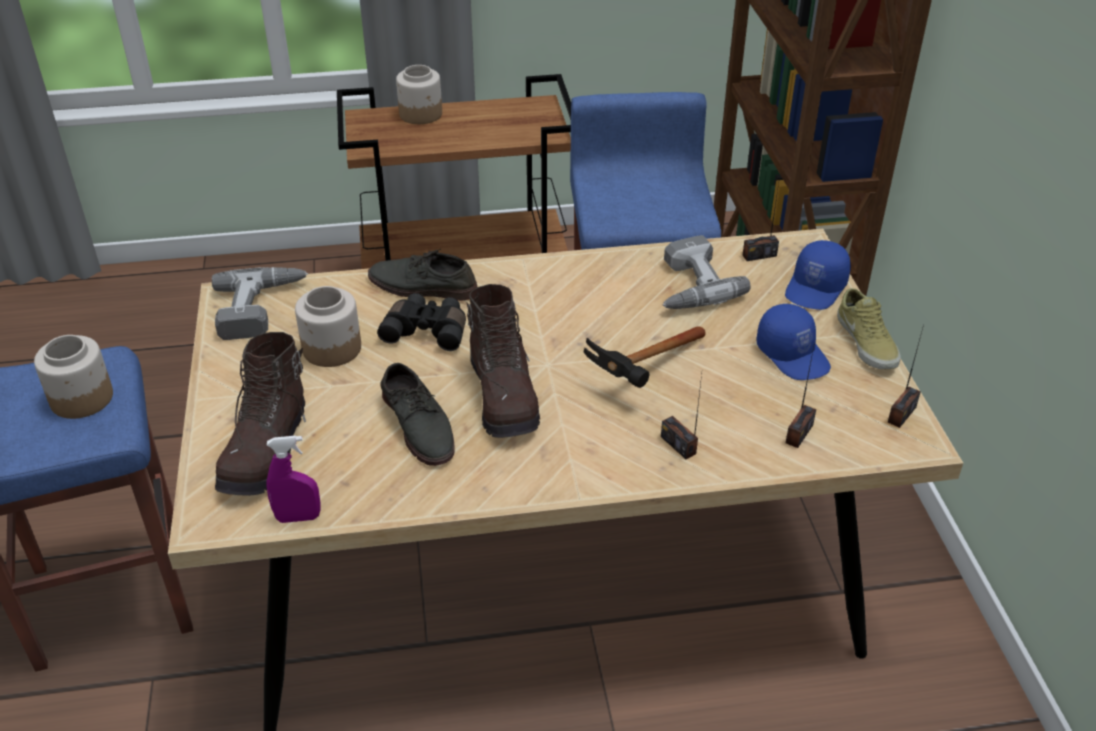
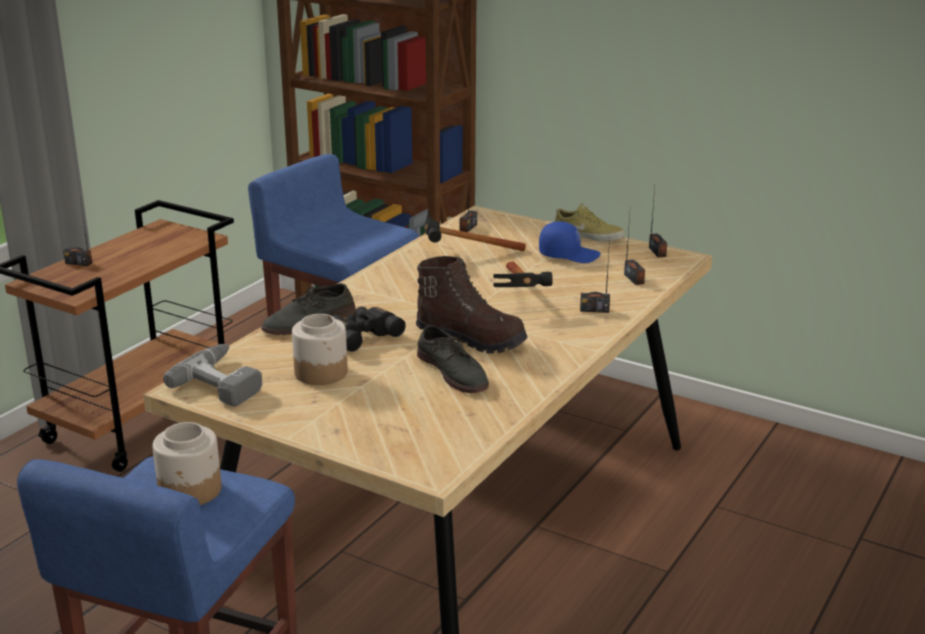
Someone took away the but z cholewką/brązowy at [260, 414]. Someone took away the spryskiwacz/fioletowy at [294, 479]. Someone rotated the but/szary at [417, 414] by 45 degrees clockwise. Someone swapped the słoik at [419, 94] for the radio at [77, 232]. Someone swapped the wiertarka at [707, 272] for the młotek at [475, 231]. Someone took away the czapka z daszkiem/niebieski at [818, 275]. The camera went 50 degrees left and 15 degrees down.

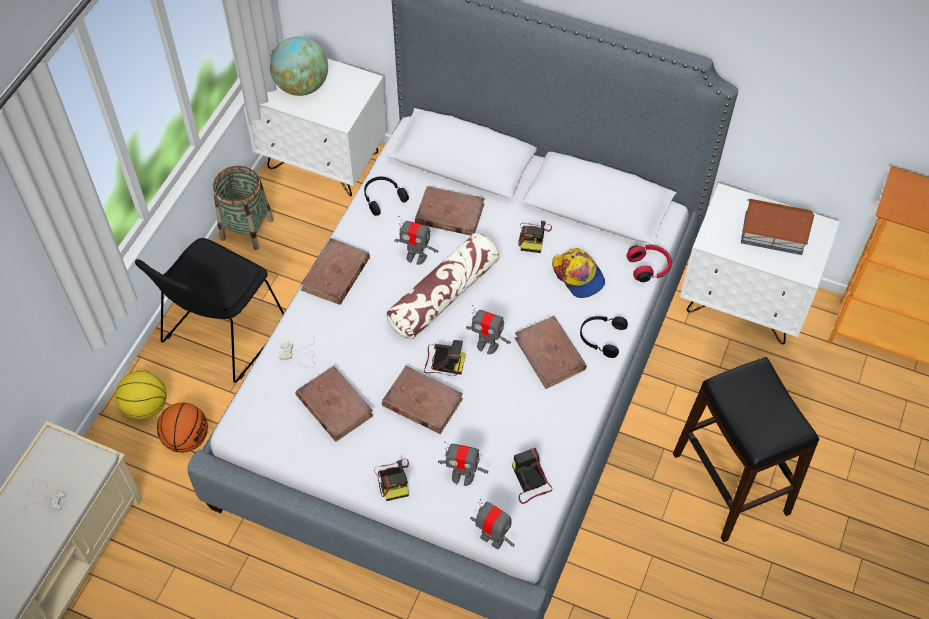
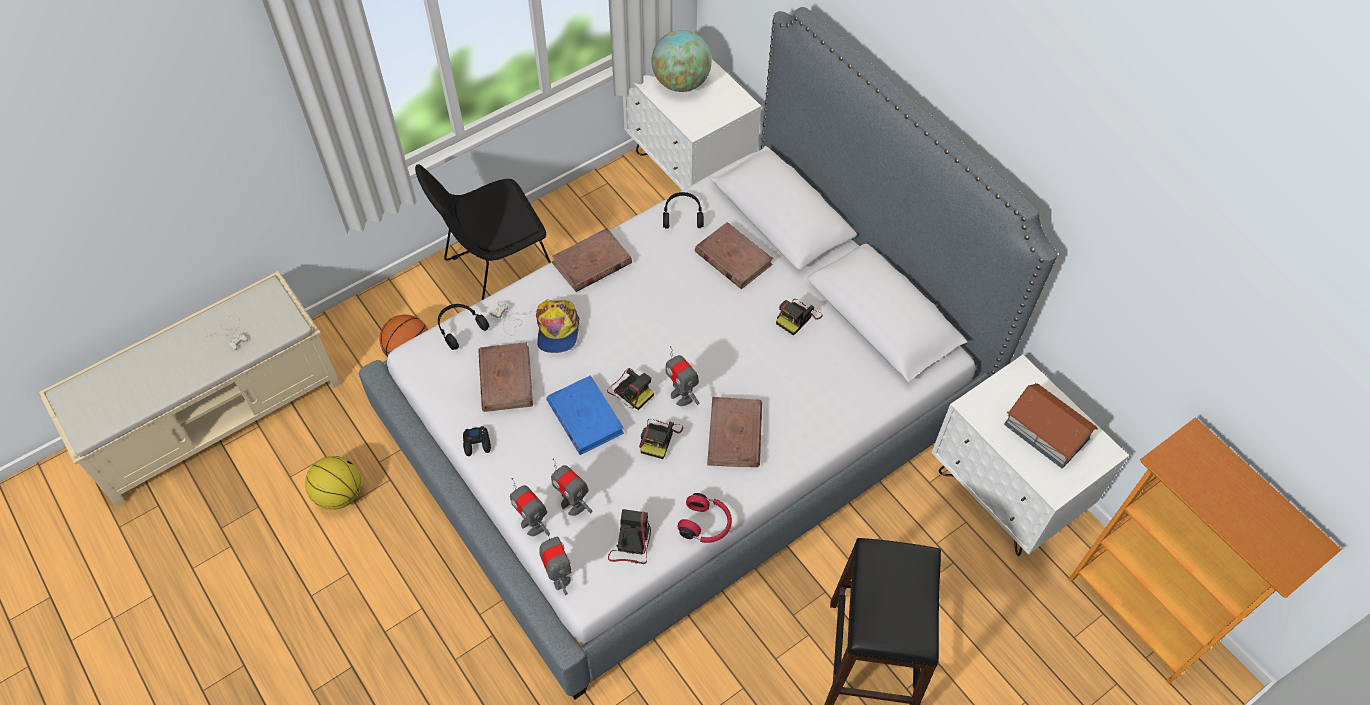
Someone carried the piłka do koszykówki from [141, 394] to [333, 483]. Someone took away the koszyk at [243, 208]. Someone carried the aparat fotograficzny from [391, 480] to [661, 439]. Someone repainted the książka/brązowy at [422, 400], which became the książka/niebieski at [585, 415]. Someone took away the poduszka at [442, 286]. Someone carried the robot zabawkowy from [416, 240] to [530, 507]. Someone carried the czapka z daszkiem from [578, 273] to [558, 326]. Someone carried the słuchawki/czarny from [604, 337] to [463, 327]. Someone carried the słuchawki/czerwony from [649, 263] to [704, 518]. Someone put down the pad do gier/czarny at [477, 441]. The camera went 30 degrees right and 0 degrees up.

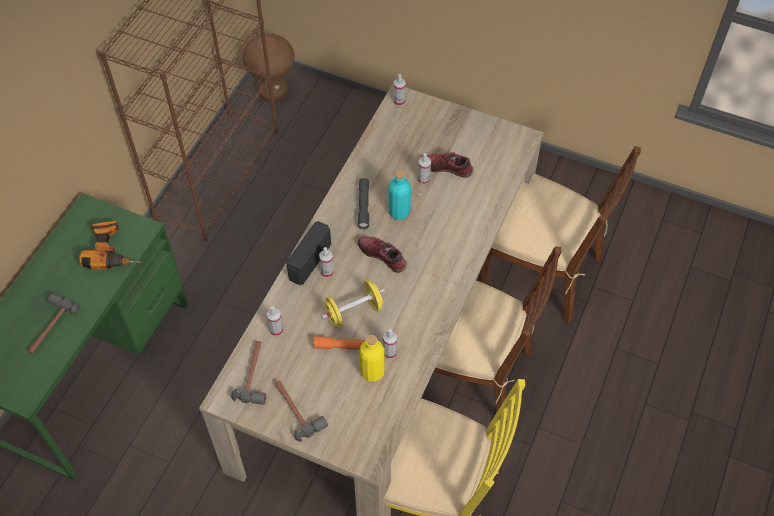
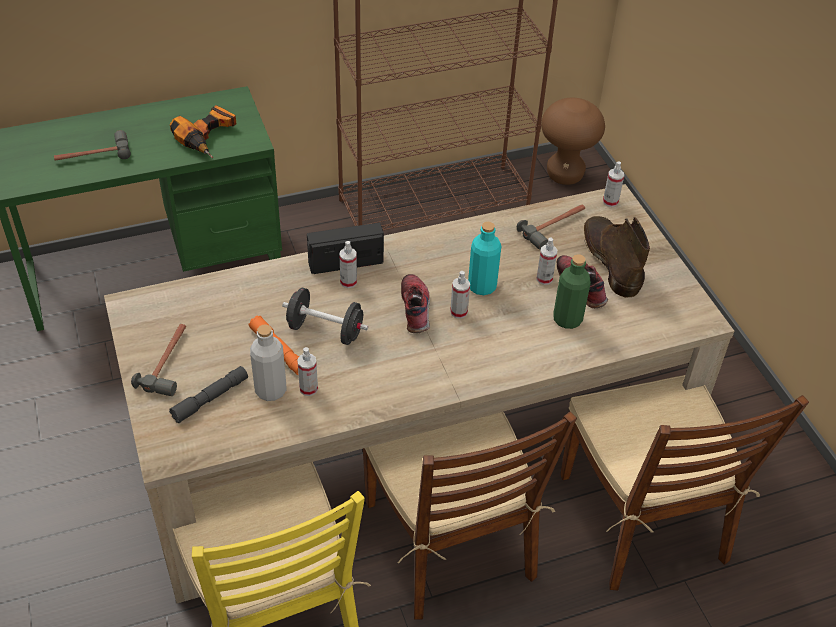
Someone carried the młotek from [248, 373] to [551, 227]. Someone carried the spryskiwacz from [275, 321] to [460, 295]. Someone repainted the hantel/żółty at [353, 304], which became the hantel/czarny at [325, 316]. Someone carried the latarka/szary from [363, 204] to [208, 394]. Someone repainted the butelka/żółty at [372, 358], which became the butelka/szary at [268, 362]. Someone put down the butelka/zielony at [572, 292]. Someone put down the but z cholewką/brązowy at [617, 257]. The camera went 45 degrees right and 10 degrees down.

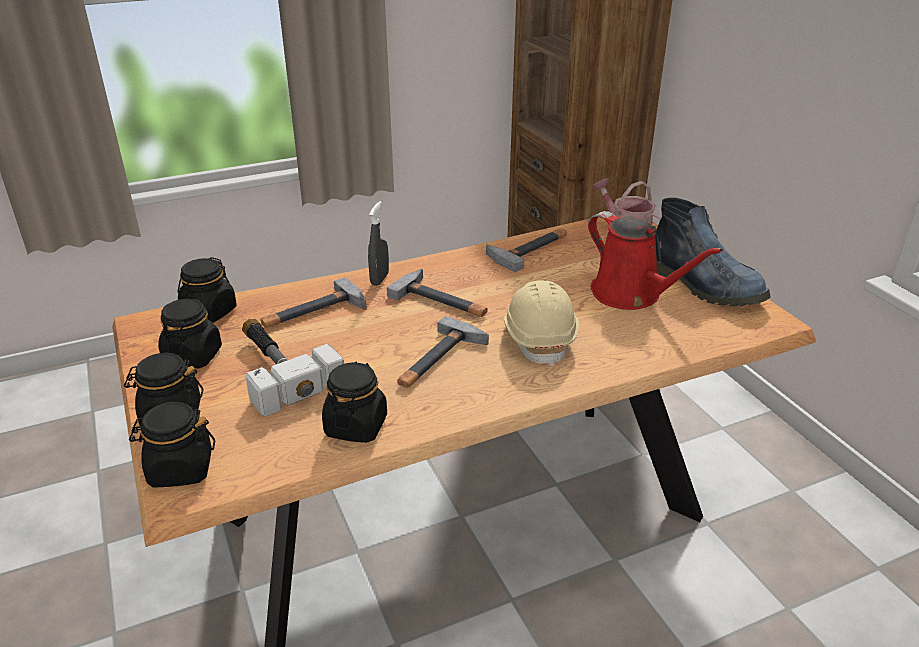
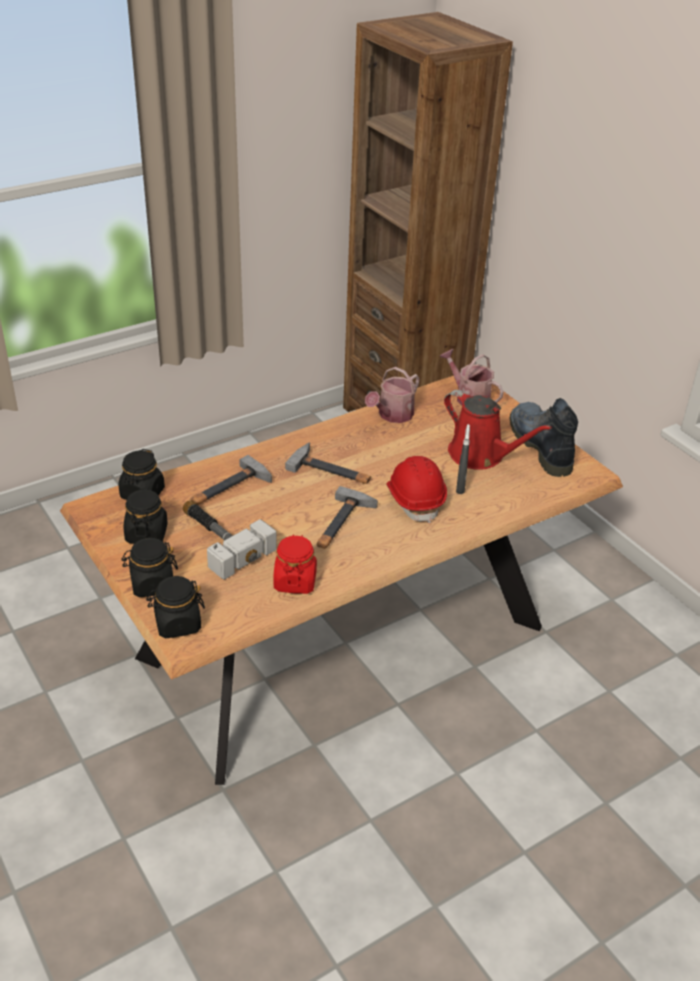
Someone repainted the słoik/czarny at [354, 402], which became the słoik/czerwony at [295, 564]. Someone carried the spryskiwacz/szary from [378, 243] to [463, 459]. Someone swapped the młotek at [526, 250] for the konewka at [392, 395]. Someone repainted the kask/beżowy at [541, 324], which became the kask/czerwony at [416, 489]. Someone rotated the but z cholewką at [713, 252] by 150 degrees counterclockwise. The camera went 10 degrees left and 5 degrees up.

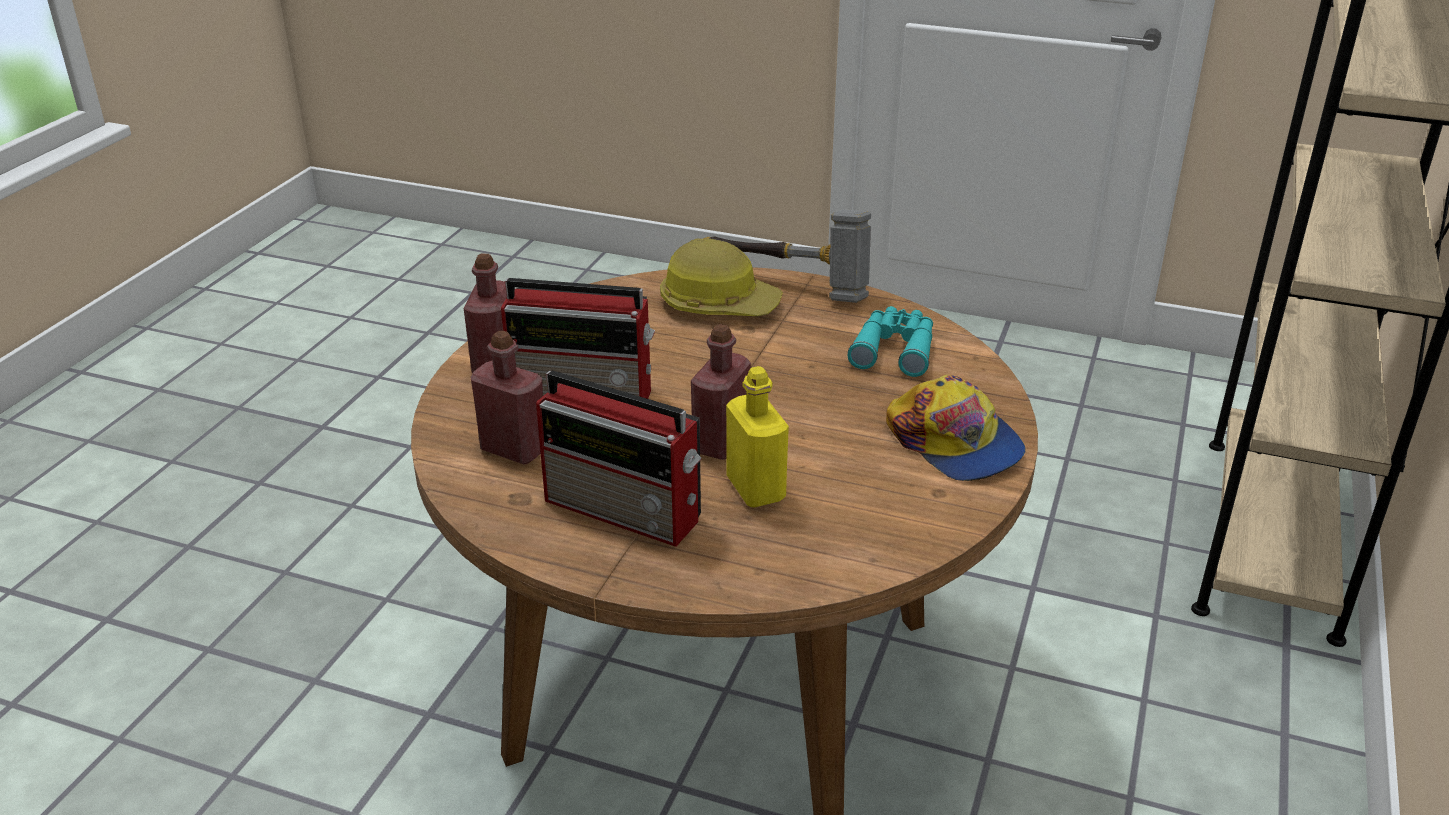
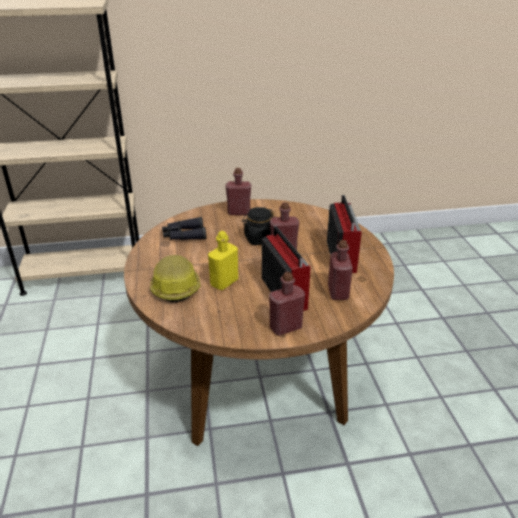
Someone took away the młotek at [787, 256]. Someone carried the butelka/żółty from [757, 437] to [223, 260]. Someone repainted the lornetka/turkusowy at [890, 341], which became the lornetka/czarny at [184, 228]. Someone swapped the czapka z daszkiem at [956, 428] for the butelka/czerwony at [238, 191]. Someone put down the słoik/czarny at [258, 226]. The camera went 120 degrees left and 0 degrees up.

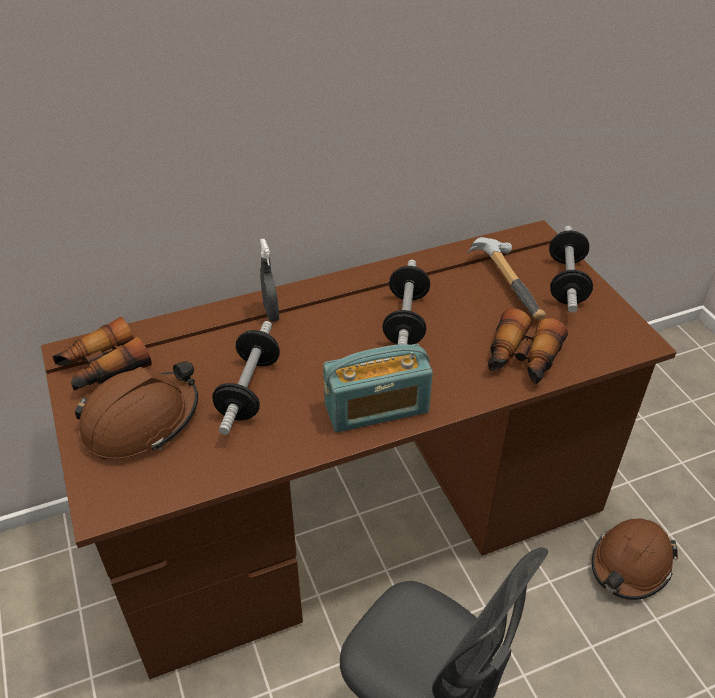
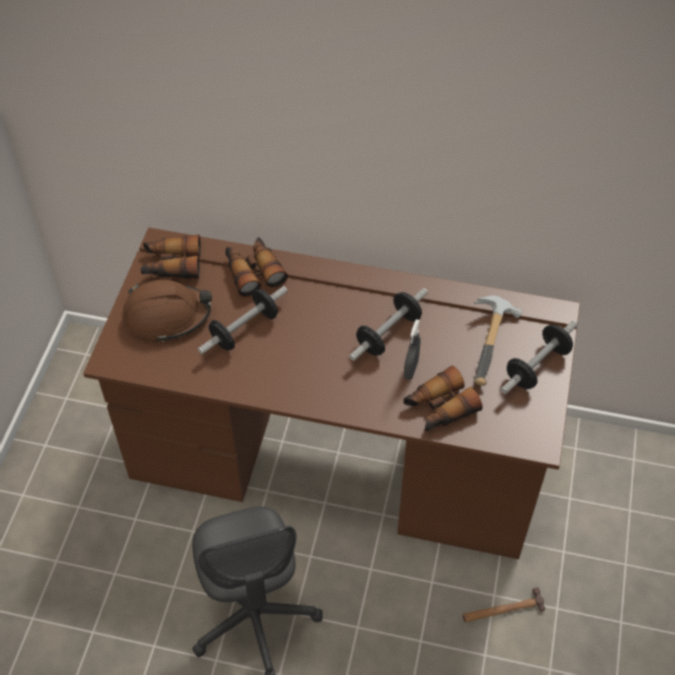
Someone carried the spryskiwacz/szary from [269, 280] to [412, 349]. Someone took away the radio at [378, 388]. Someone swapped the kask/brązowy at [634, 559] for the młotek at [504, 604]. Someone put down the lornetka at [256, 267]. The camera went 35 degrees right and 10 degrees up.

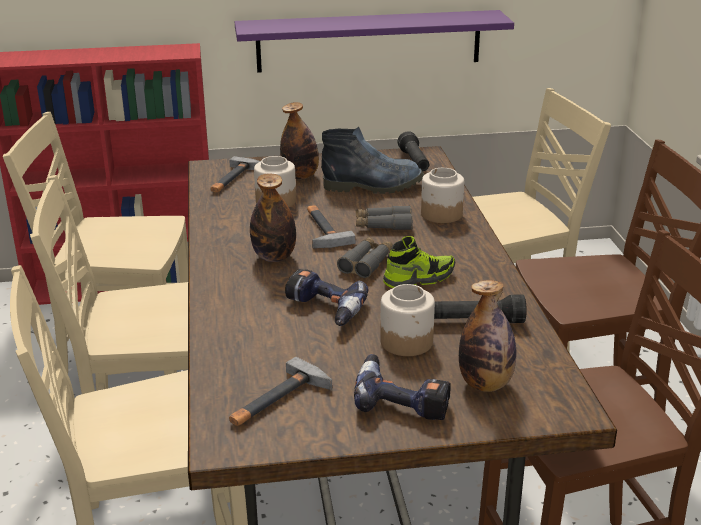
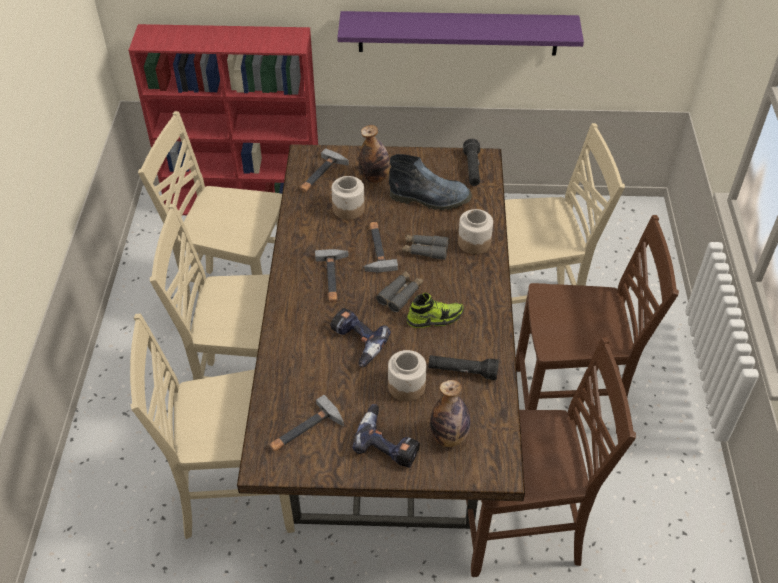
Someone swapped the butelka at [273, 218] for the młotek at [332, 276]. The camera went 10 degrees right and 20 degrees up.

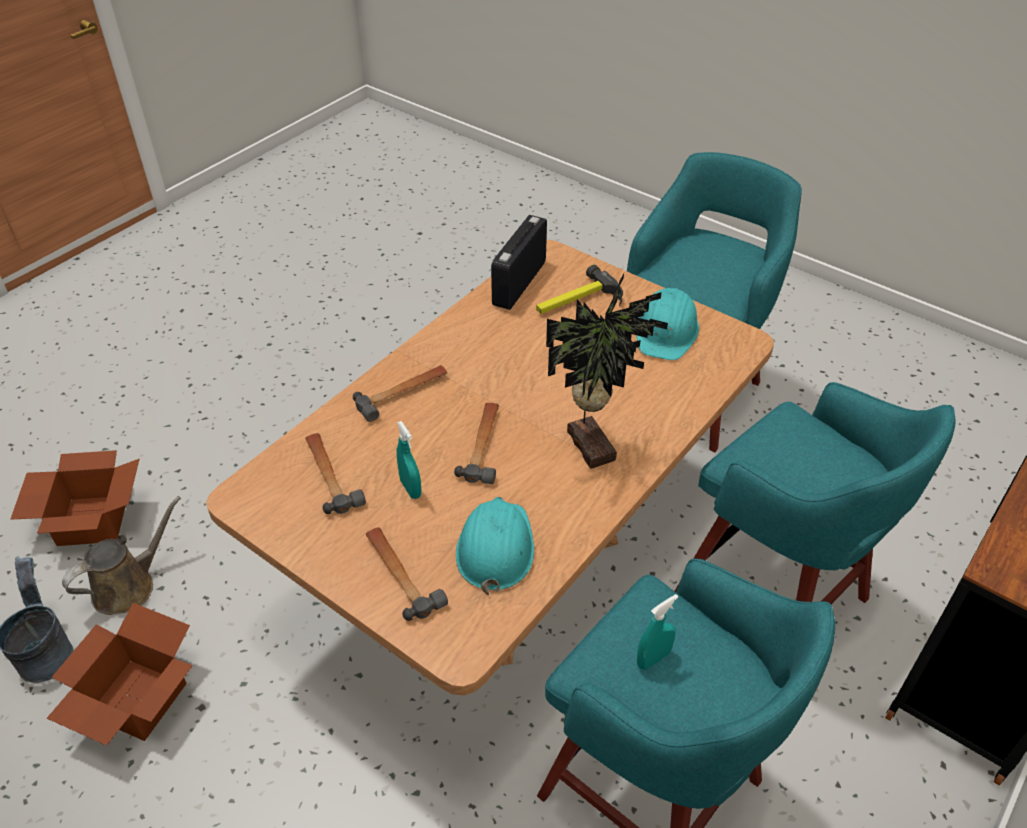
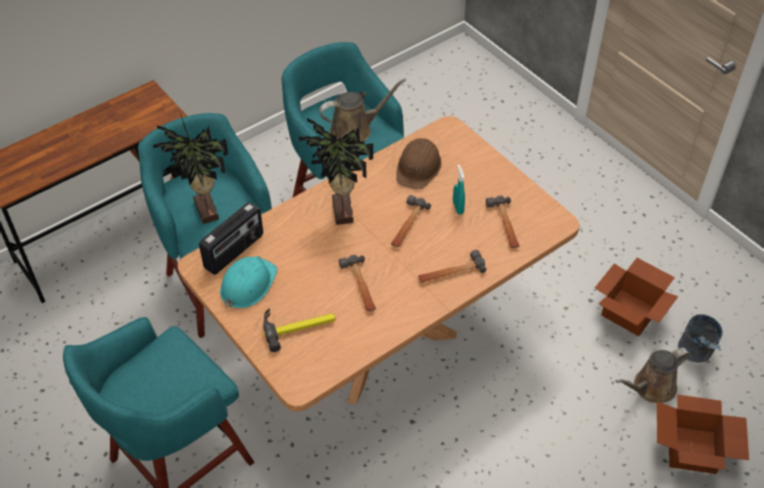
Someone carried the młotek from [407, 574] to [357, 283]. Someone repainted the kask/turkusowy at [495, 546], which became the kask/brązowy at [419, 164]. Someone carried the radio from [519, 262] to [231, 238]. Someone swapped the spryskiwacz/turkusowy at [657, 632] for the konewka/brązowy at [362, 110]. Someone put down the roślina doniczkowa at [190, 169]. The camera went 165 degrees left and 5 degrees up.

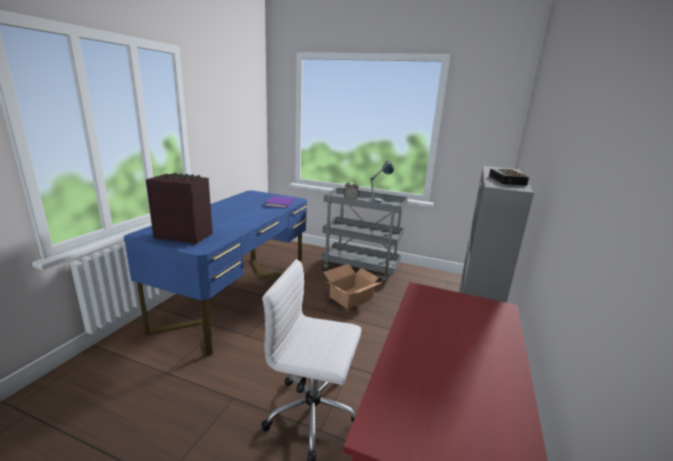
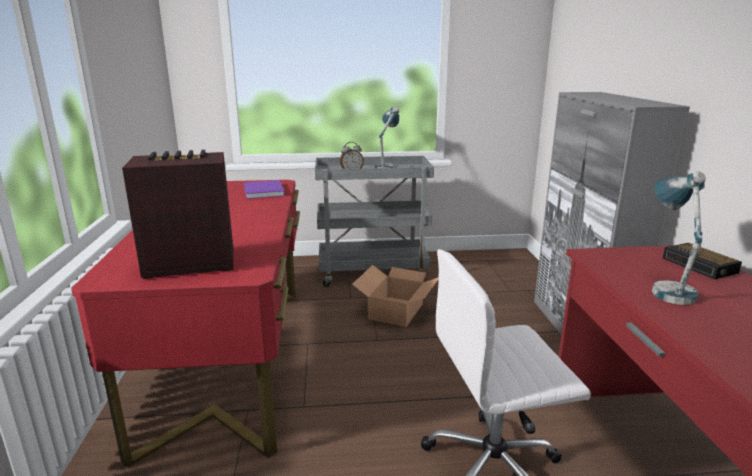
Someone repainted the biurko/niebieski at [215, 273], which became the biurko/czerwony at [185, 324]. Someone carried the budzik from [509, 177] to [702, 261]. Someone put down the lampa stołowa at [679, 238]. The camera went 25 degrees left and 0 degrees up.

